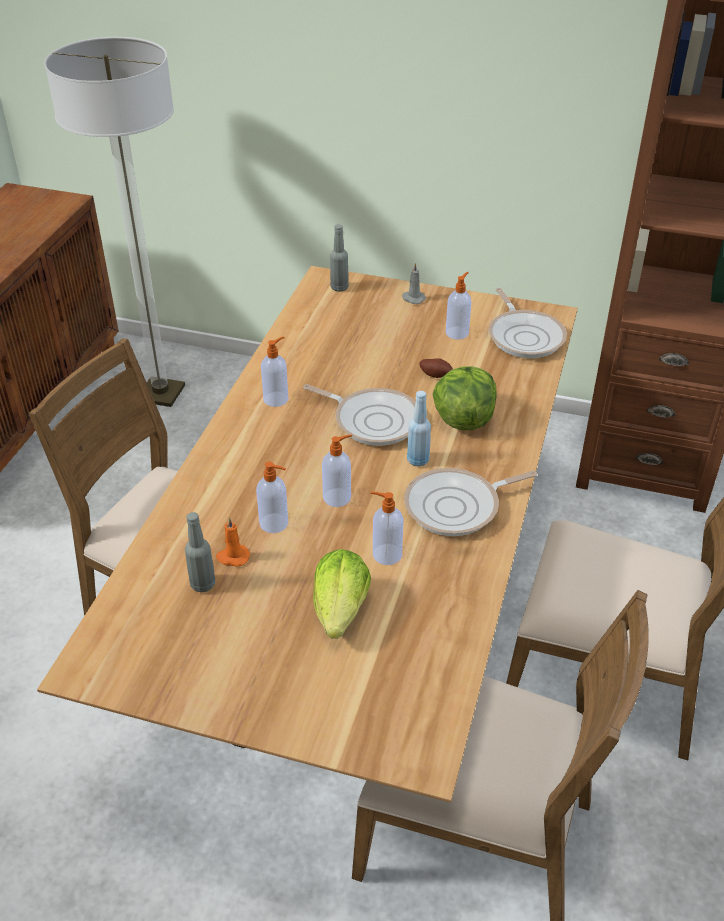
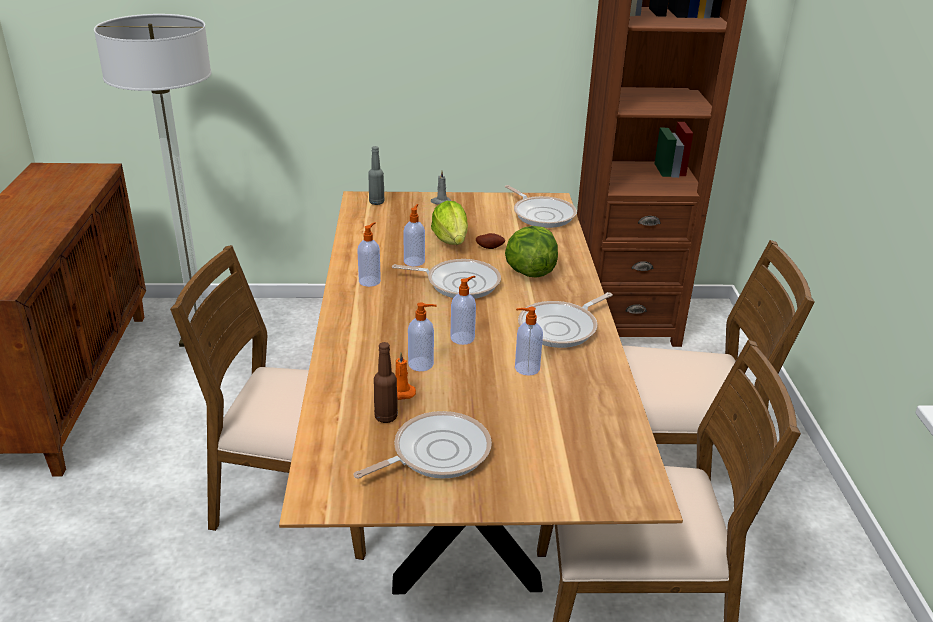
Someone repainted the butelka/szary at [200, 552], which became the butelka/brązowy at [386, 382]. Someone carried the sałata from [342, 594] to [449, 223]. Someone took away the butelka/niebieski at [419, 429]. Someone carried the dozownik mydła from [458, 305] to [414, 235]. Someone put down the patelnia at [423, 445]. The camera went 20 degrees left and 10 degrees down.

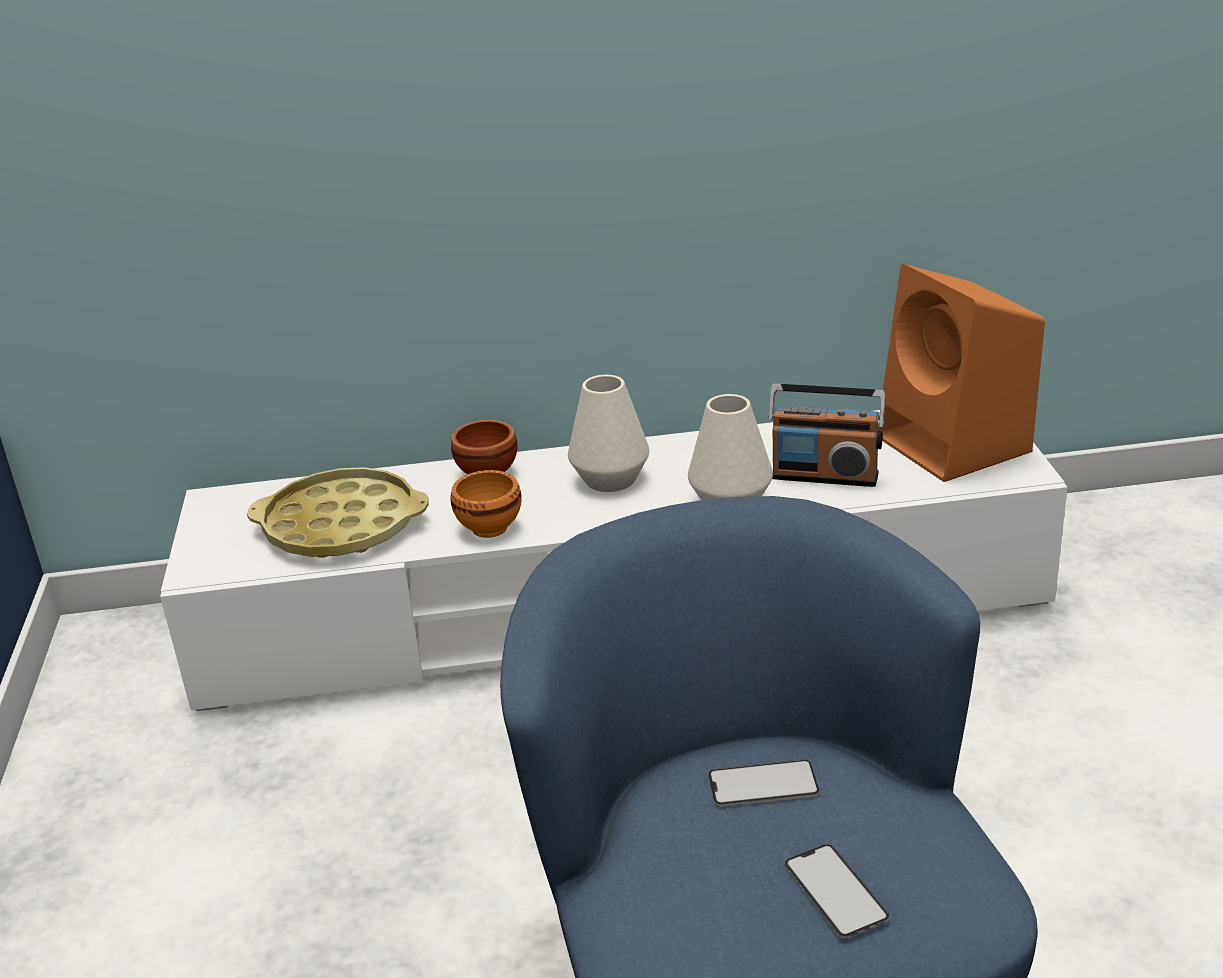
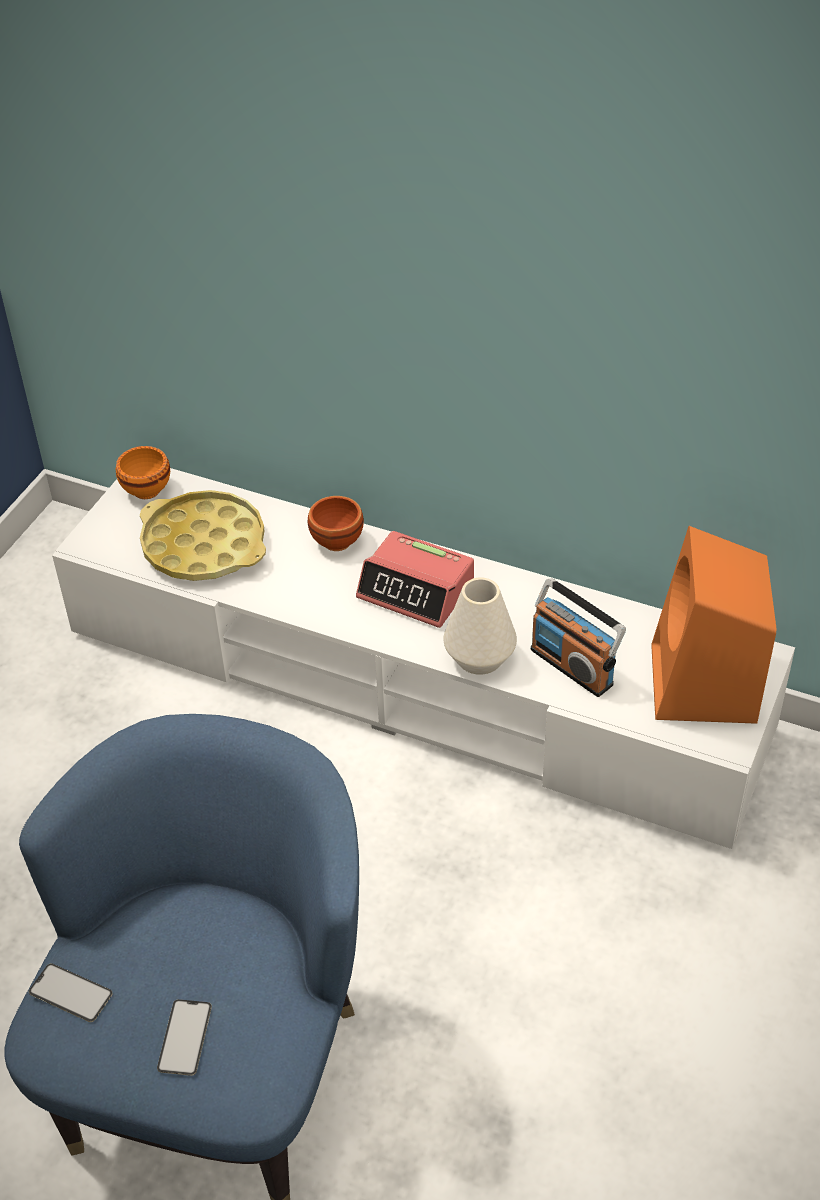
Someone carried the miska/pomarańczowy from [486, 504] to [143, 472]. Someone swapped the wazon/biały at [608, 433] for the budzik at [415, 579]. Someone carried the telefon from [763, 783] to [71, 992]. The camera went 30 degrees right and 15 degrees up.

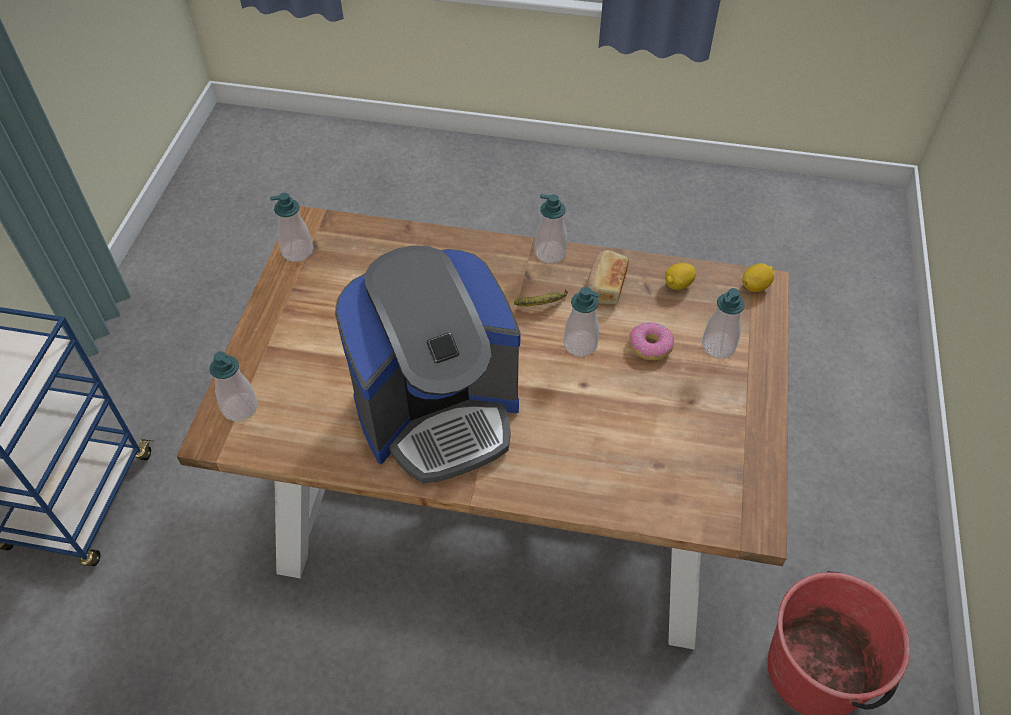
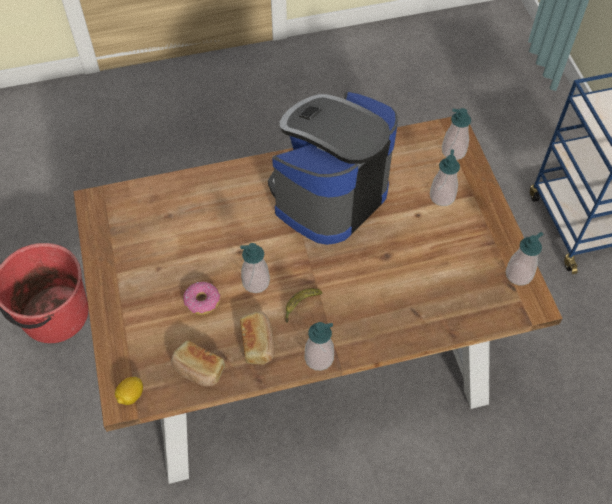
Someone swapped the cytryna at [680, 276] for the chleb at [198, 363]. Someone carried the dozownik mydła from [723, 323] to [445, 177]. The camera went 155 degrees right and 5 degrees up.

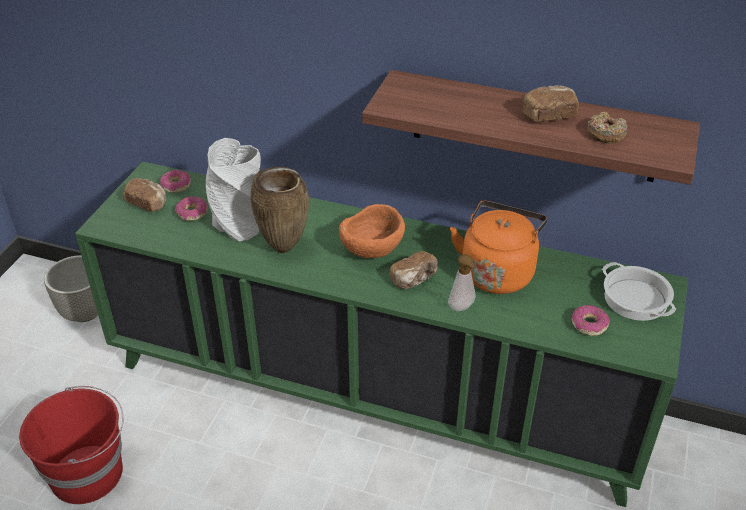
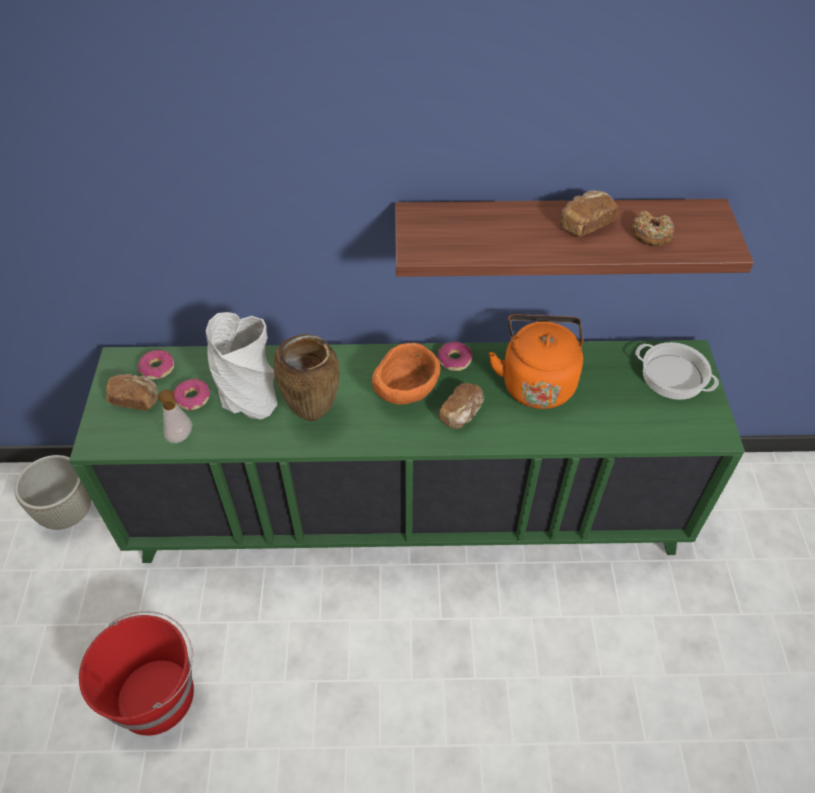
Someone carried the dozownik mydła from [462, 282] to [175, 416]. Someone carried the donut from [590, 320] to [455, 356]. The camera went 20 degrees left and 10 degrees up.

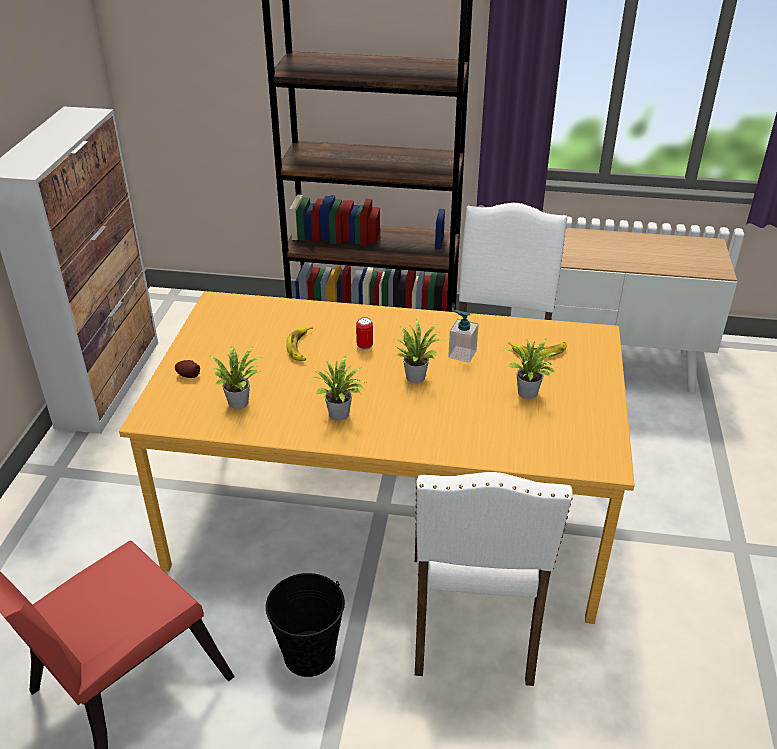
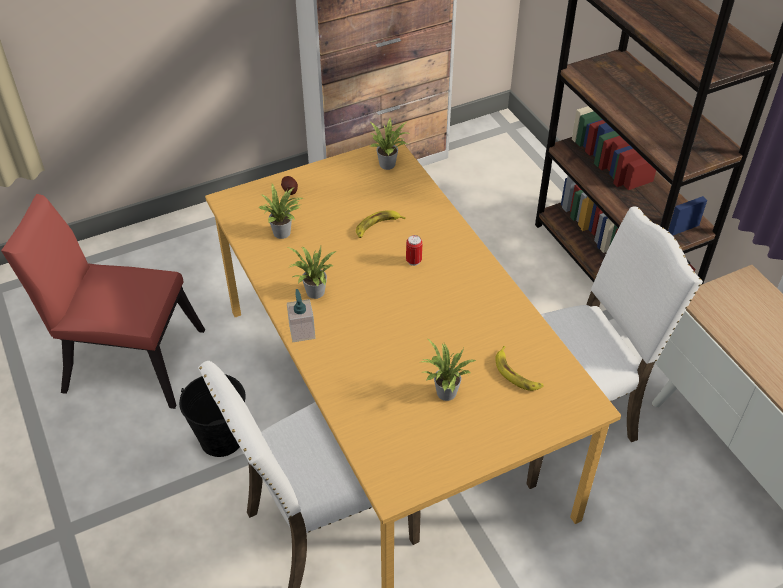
Someone carried the roślina doniczkowa from [419, 351] to [390, 144]. Someone carried the dozownik mydła from [463, 336] to [301, 315]. The camera went 55 degrees right and 10 degrees up.

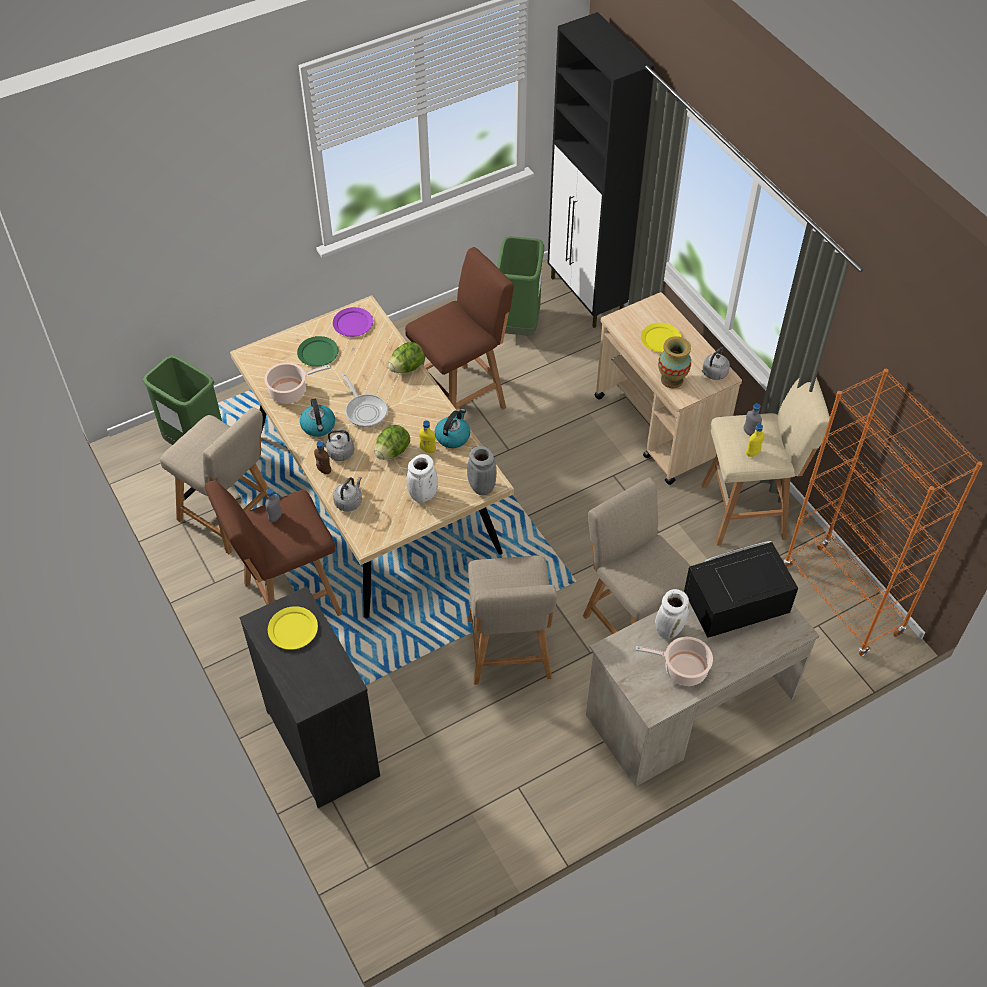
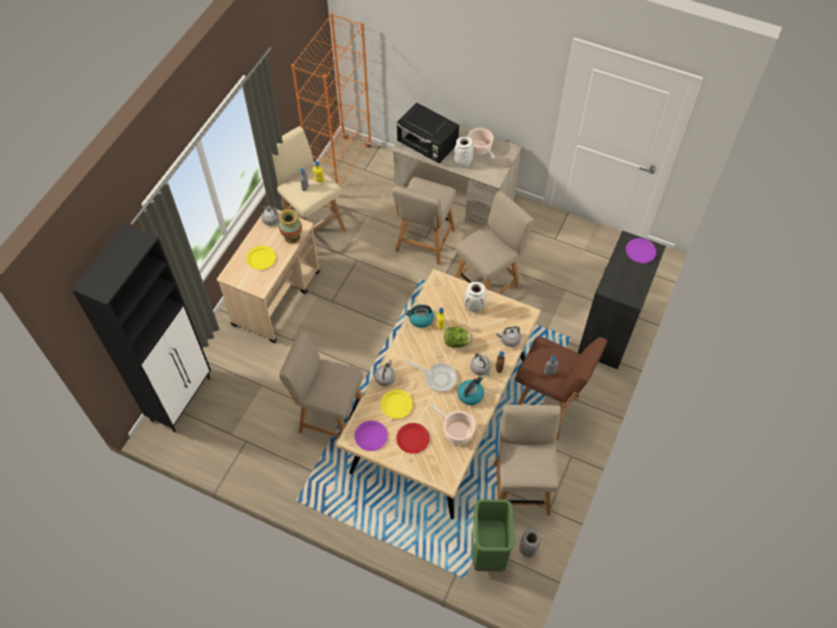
Someone carried the talerz/żółty from [293, 628] to [397, 404]. Someone repainted the talerz/zielony at [317, 351], which became the talerz/czerwony at [413, 438]. Someone rotated the patelnia at [365, 400] by 90 degrees clockwise. Someone swapped the sałata at [406, 357] for the czajnik/szary at [385, 373]. Someone swapped the stołek/brązowy at [459, 328] for the krzesło/beżowy at [321, 384]. Someone carried the wazon/szary from [482, 470] to [530, 543]. Someone took away the kosz na śmieci/zielony at [520, 286]. Someone put down the talerz/fioletowy at [641, 250]. The camera went 125 degrees left and 5 degrees up.

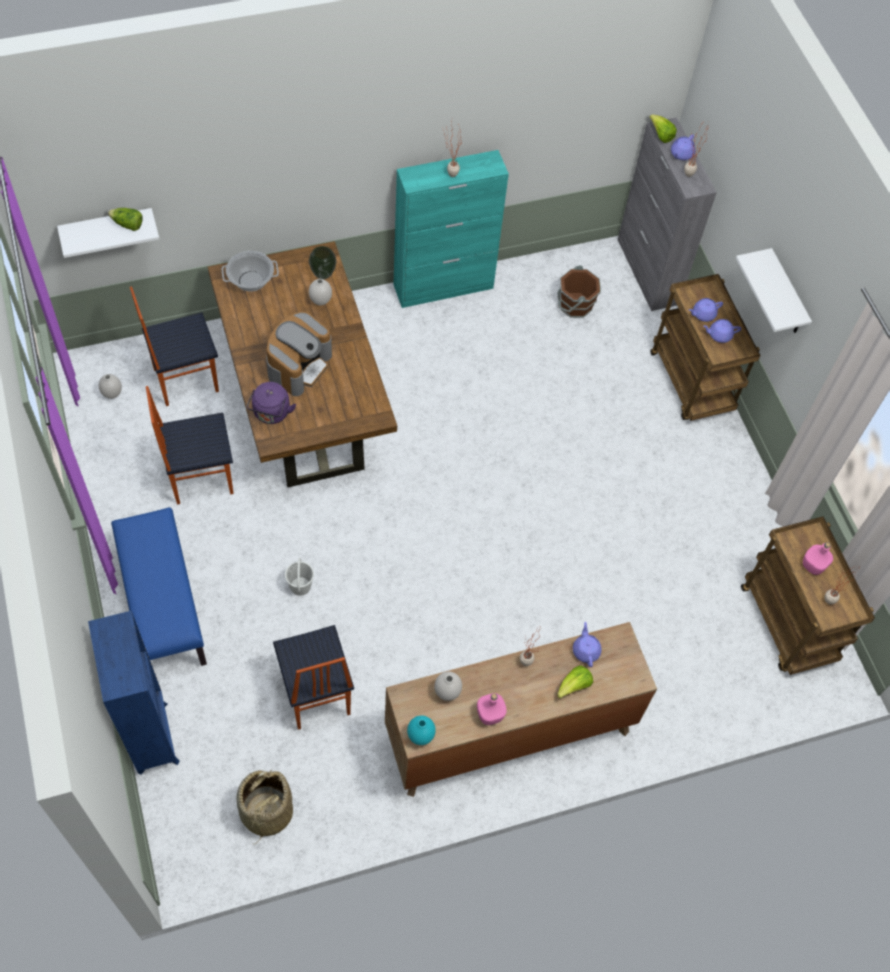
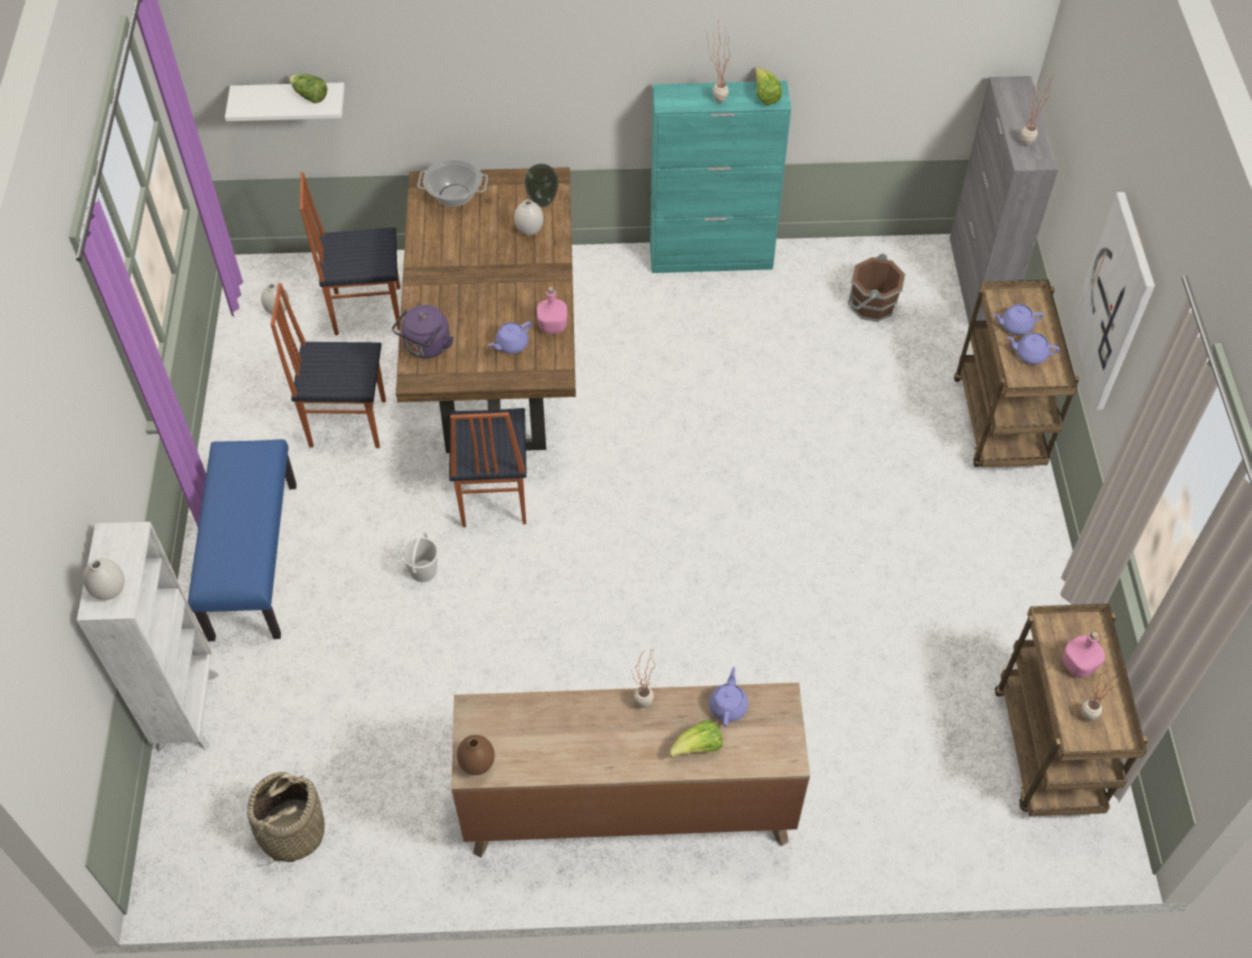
Someone repainted the regał/niebieski at [134, 693], which became the regał/biały at [148, 637]. Someone took away the ekspres do kawy at [299, 354]. Someone carried the krzesło from [313, 677] to [488, 467]. Someone repainted the wazon/turkusowy at [421, 730], which became the wazon/brązowy at [476, 755]. Someone carried the wazon/biały from [448, 686] to [104, 579]. Someone carried the butelka/różowy from [492, 709] to [552, 310]. Someone carried the sałata from [663, 128] to [768, 86]. Someone carried the imbryk/fioletowy from [683, 147] to [509, 337]. Someone swapped the półka/biały at [774, 290] for the obraz at [1112, 301]. The camera went 20 degrees right and 5 degrees down.

